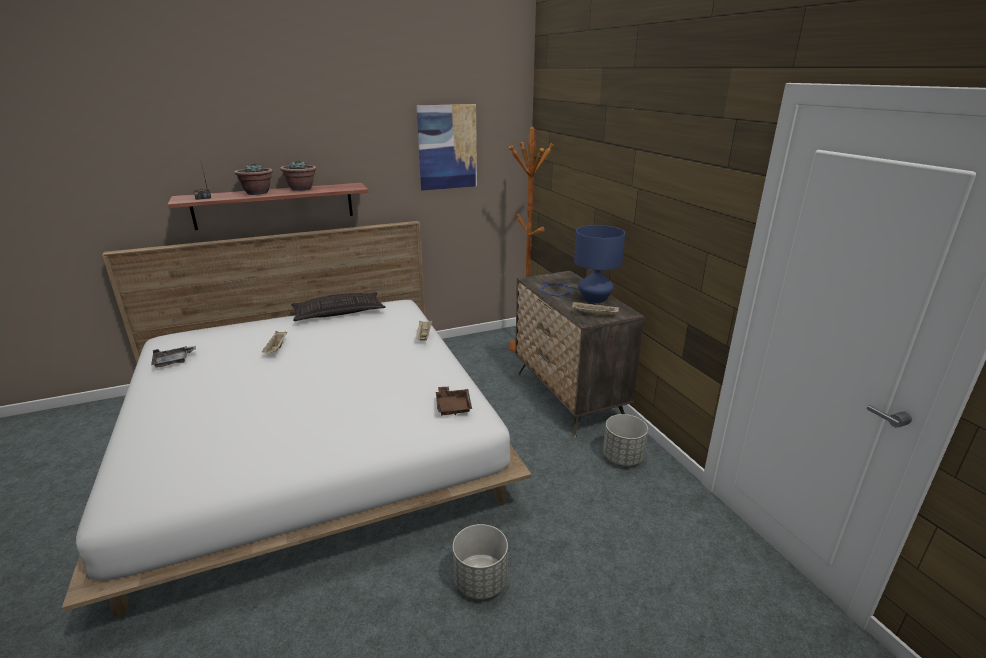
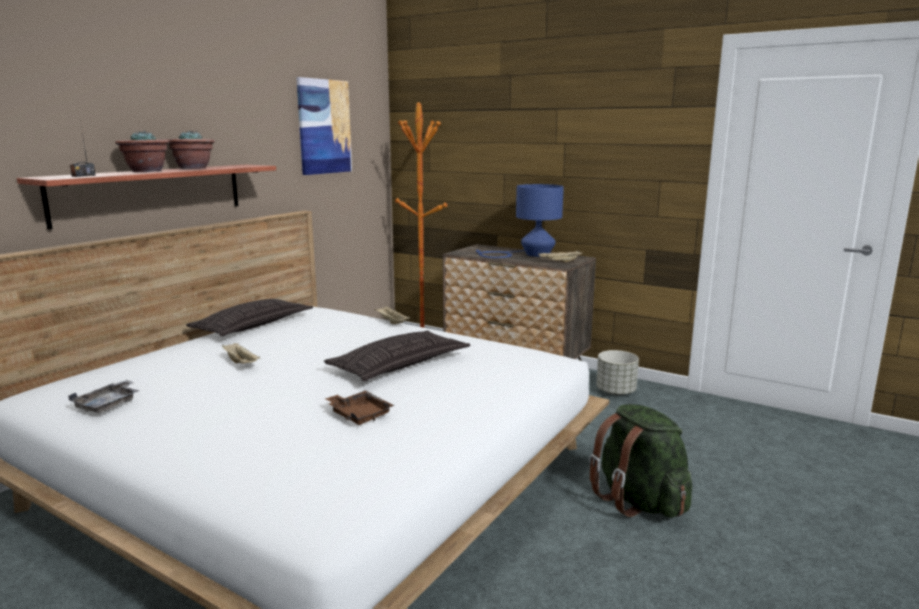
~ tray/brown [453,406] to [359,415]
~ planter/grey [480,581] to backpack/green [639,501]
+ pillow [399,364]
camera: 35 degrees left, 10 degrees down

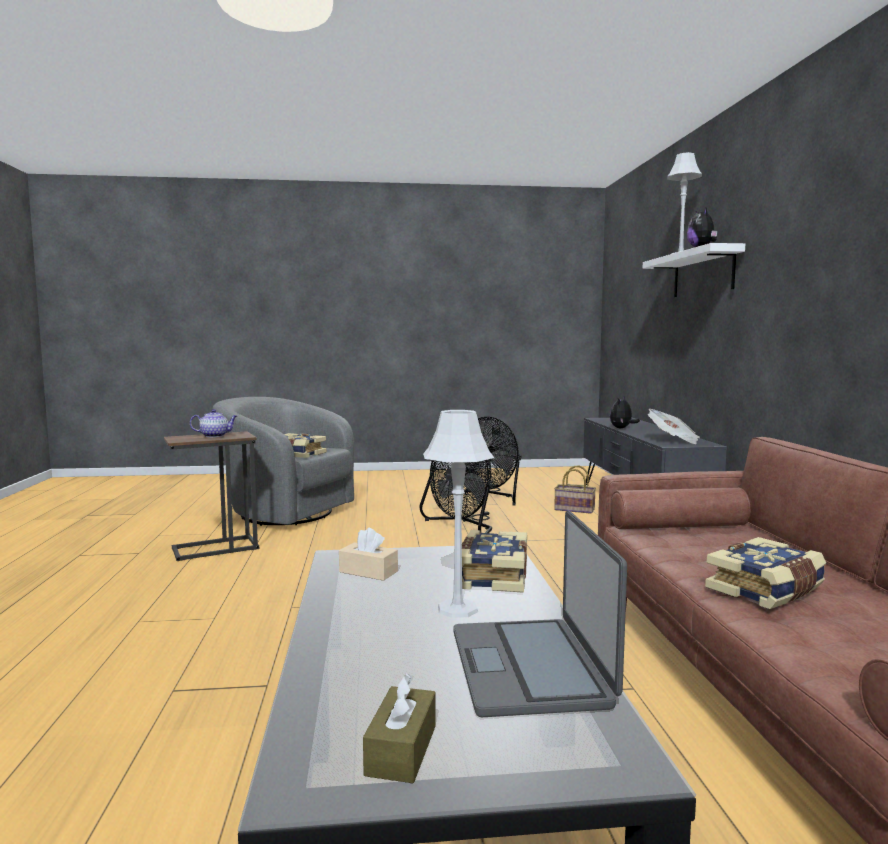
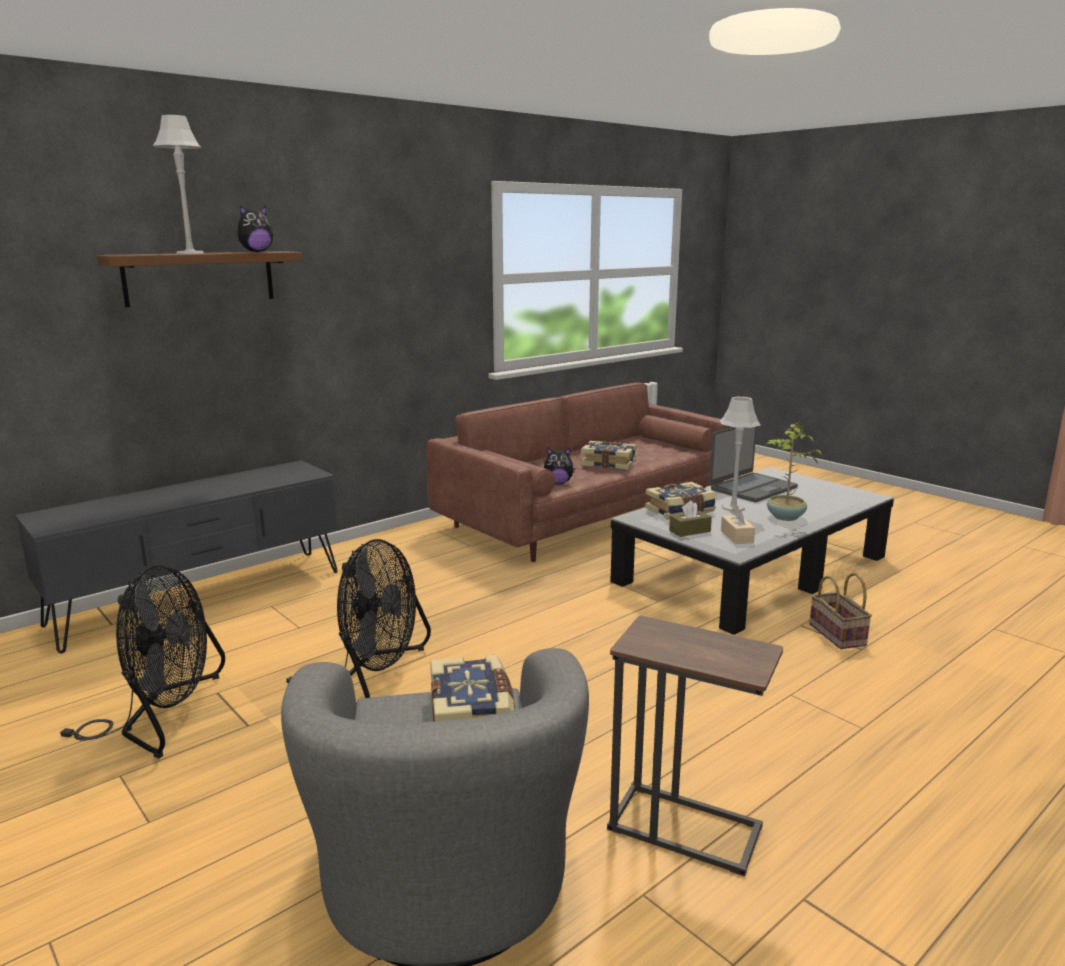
~ shelf/white [703,273] to shelf/brown [200,278]
~ plush toy [622,428] to [558,483]
- teapot [215,436]
- newspaper [673,440]
~ basket [573,509] to [839,635]
~ tissue box/brown [401,750] to [689,531]
+ potted plant [785,517]
camera: 125 degrees left, 10 degrees up

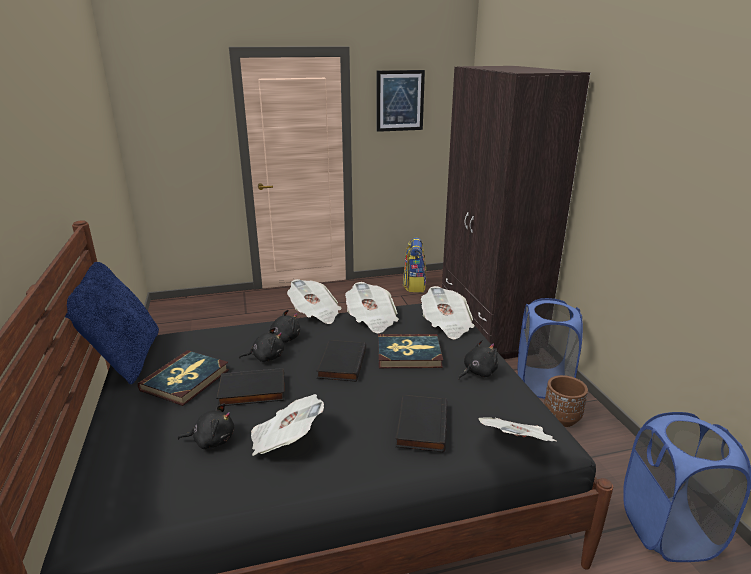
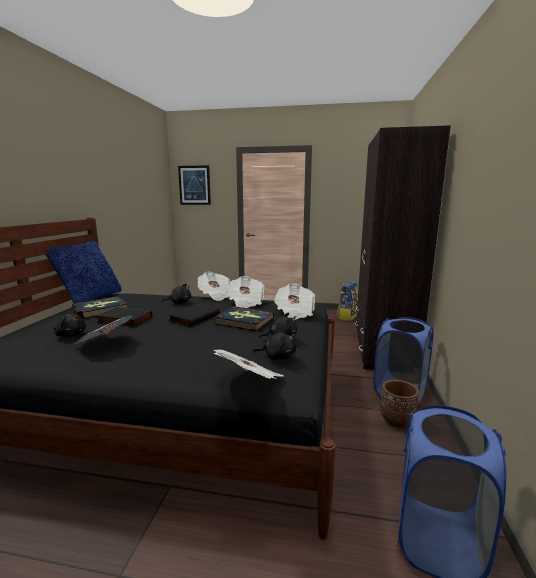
~ picture [399,100] to [194,185]
~ plush toy/black [266,357] to [277,357]
- book/black [420,425]
camera: 25 degrees right, 10 degrees down

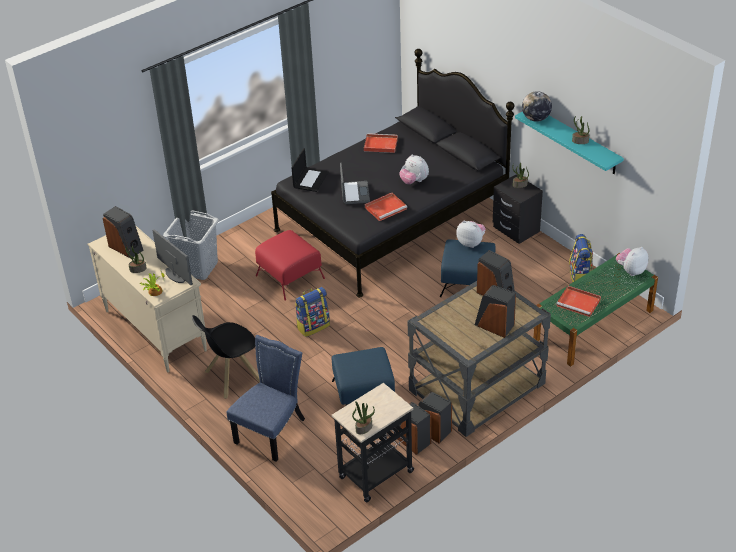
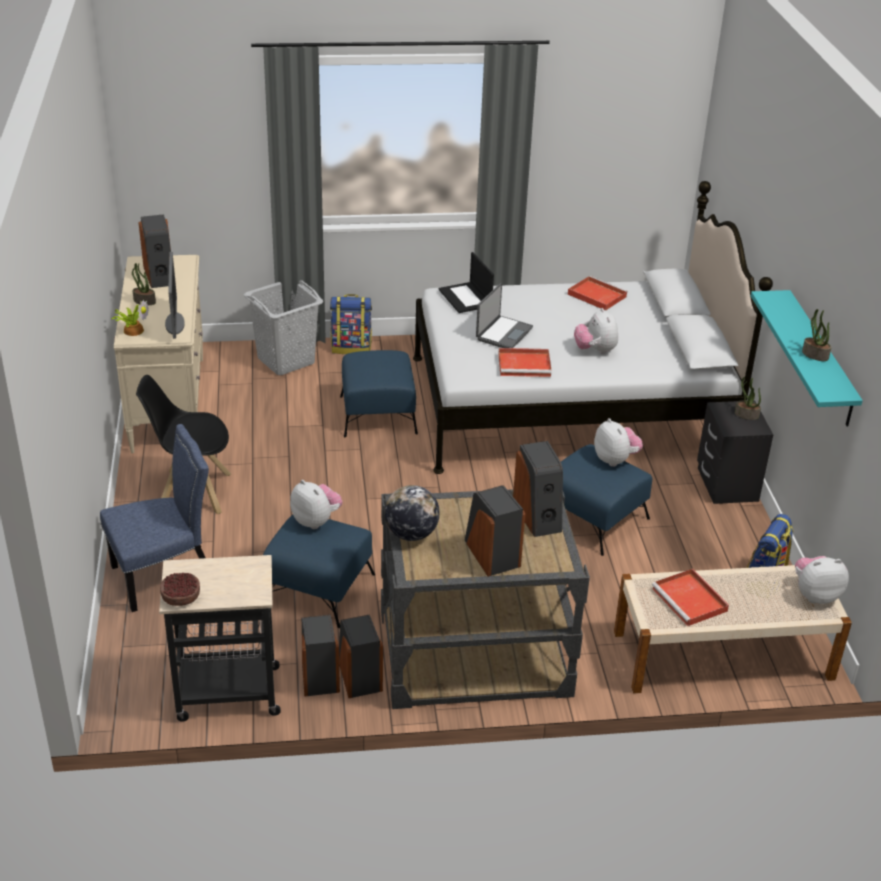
~ bed/black [392,221] to bed/white [568,407]
~ globe [536,119] to [411,534]
~ laptop [310,179] = [466,298] 105 degrees clockwise
~ ottoman/red [290,277] to ottoman/blue [377,415]
~ bench/green [594,325] to bench/beige [722,656]
~ backpack [313,326] to [351,347]
~ potted plant [364,428] to bowl [181,597]
+ plush toy [316,521]
camera: 30 degrees right, 5 degrees down

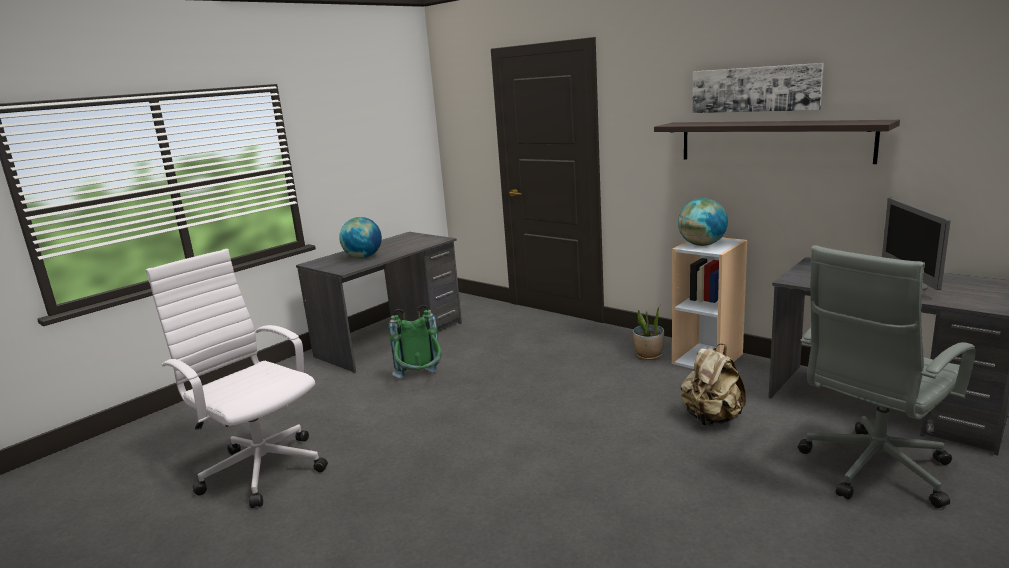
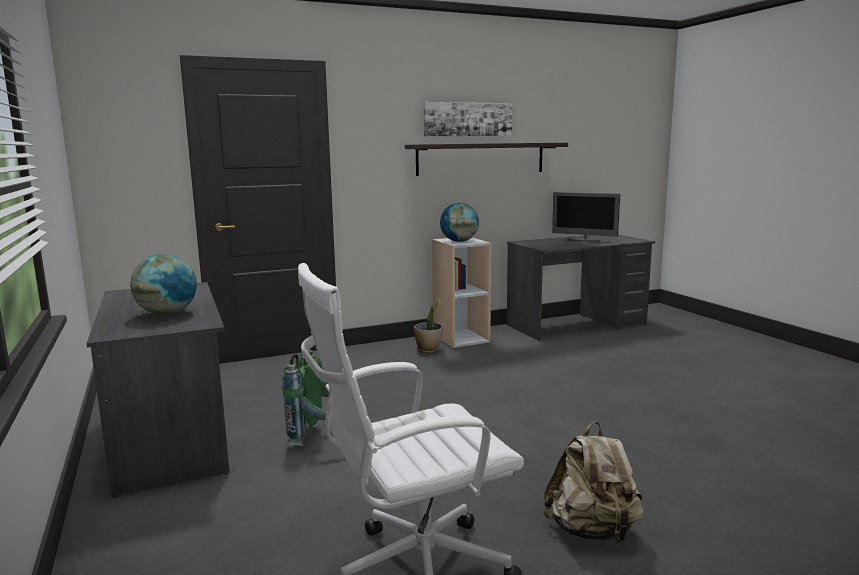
- office chair/grey [872,471]
~ backpack/beige [712,419] to [592,531]
camera: 65 degrees left, 5 degrees down

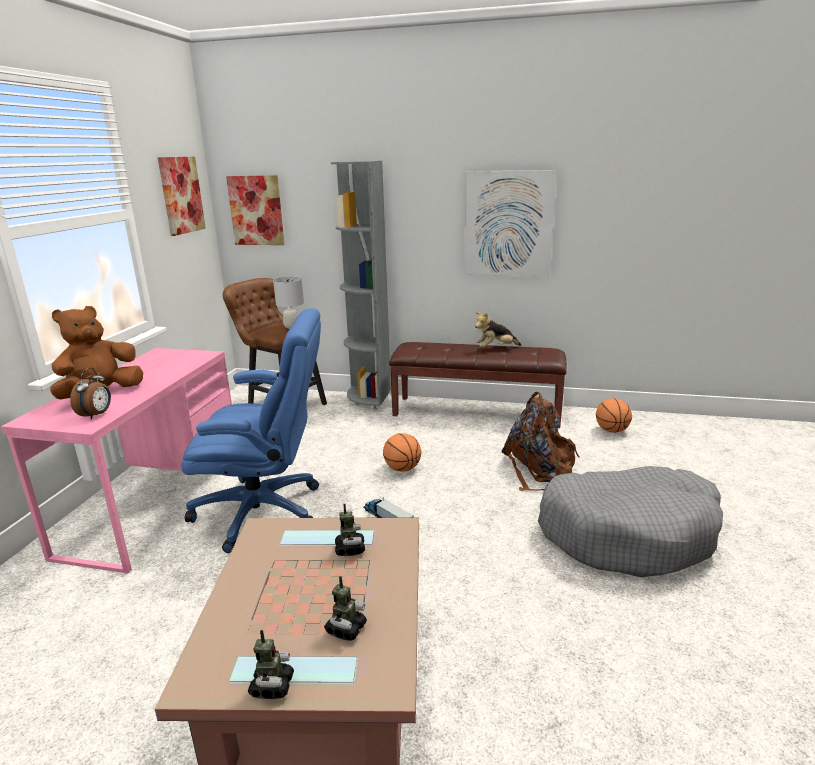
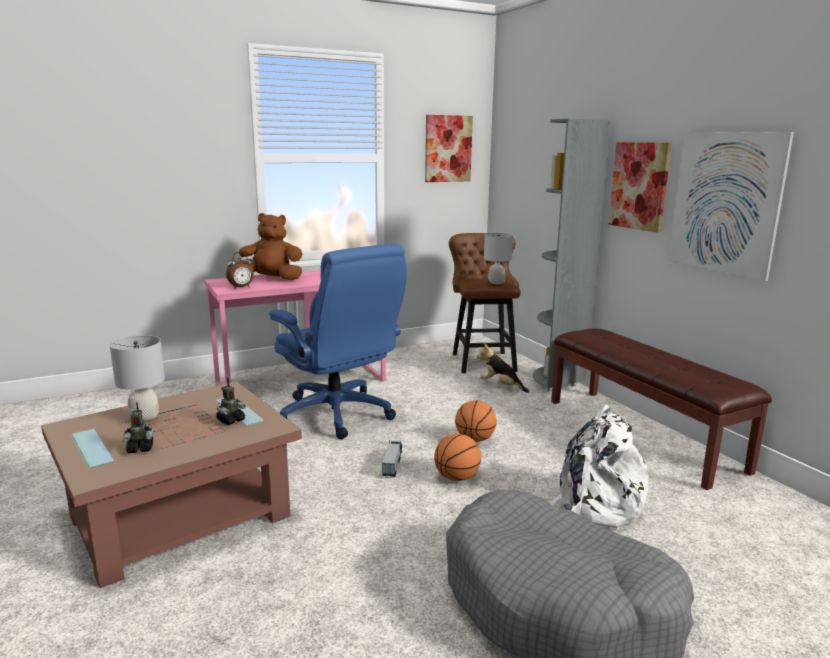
~ picture [256,210] to [639,186]
~ plush toy [496,348] to [501,386]
~ backpack/brown [538,469] to backpack/white [593,506]
~ basketball [611,430] to [457,478]
- toy robot [272,686]
+ table lamp/grey [144,418]
camera: 50 degrees right, 5 degrees down

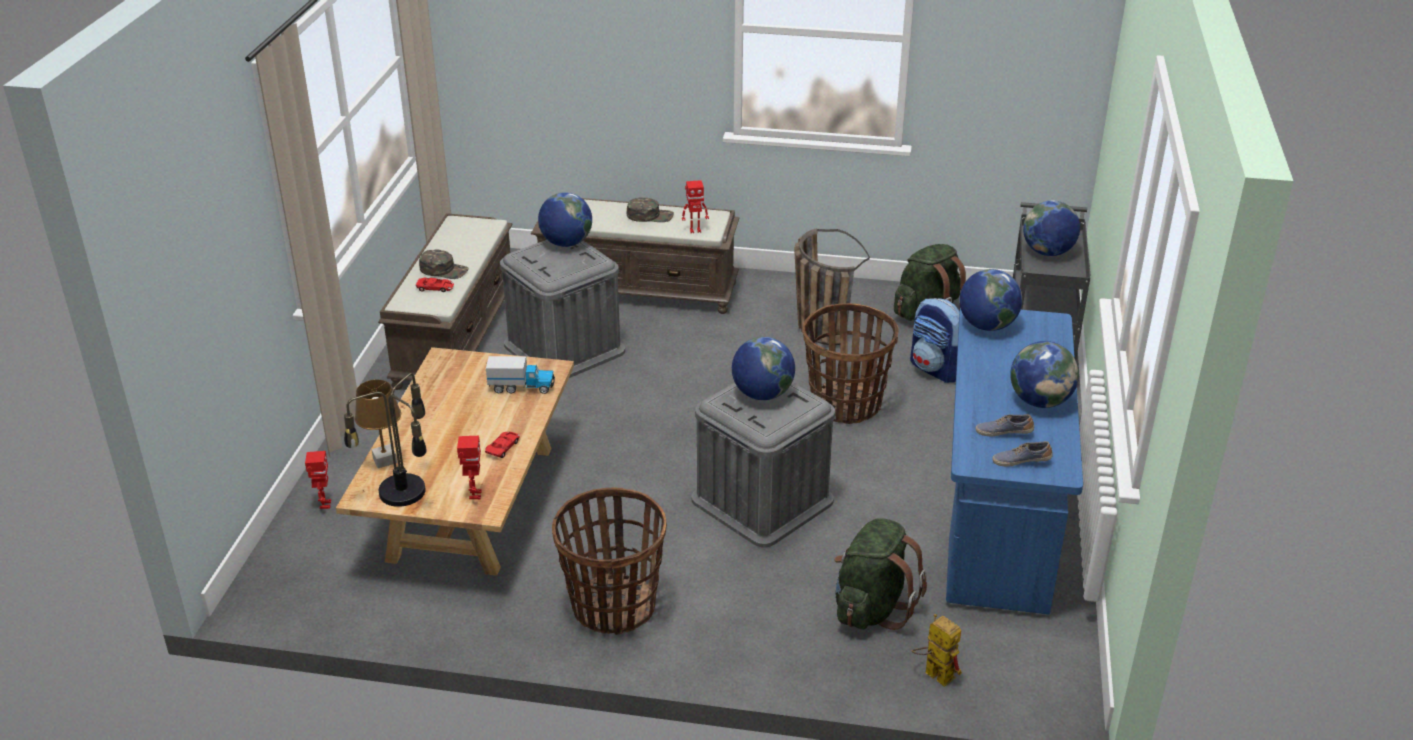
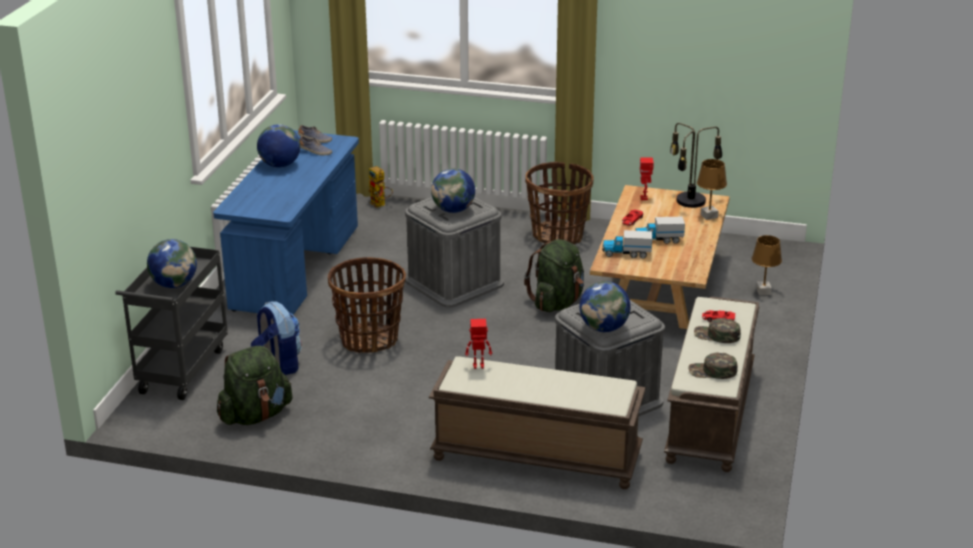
~ cap/green [650,215] to [712,371]
- basket [817,324]
- globe [987,325]
~ toy robot [324,504] to table lamp/brown [763,291]
~ backpack/green [871,608] to [557,303]
+ toy truck [658,240]
camera: 175 degrees left, 5 degrees down

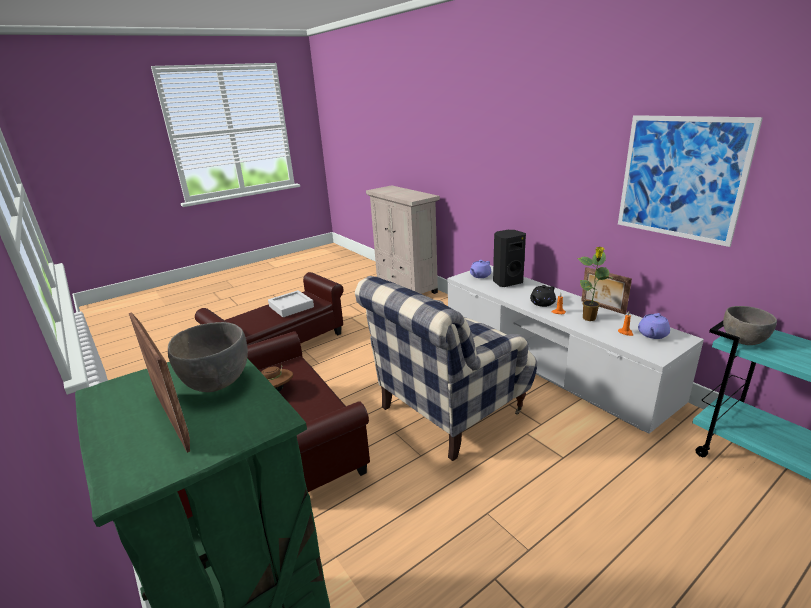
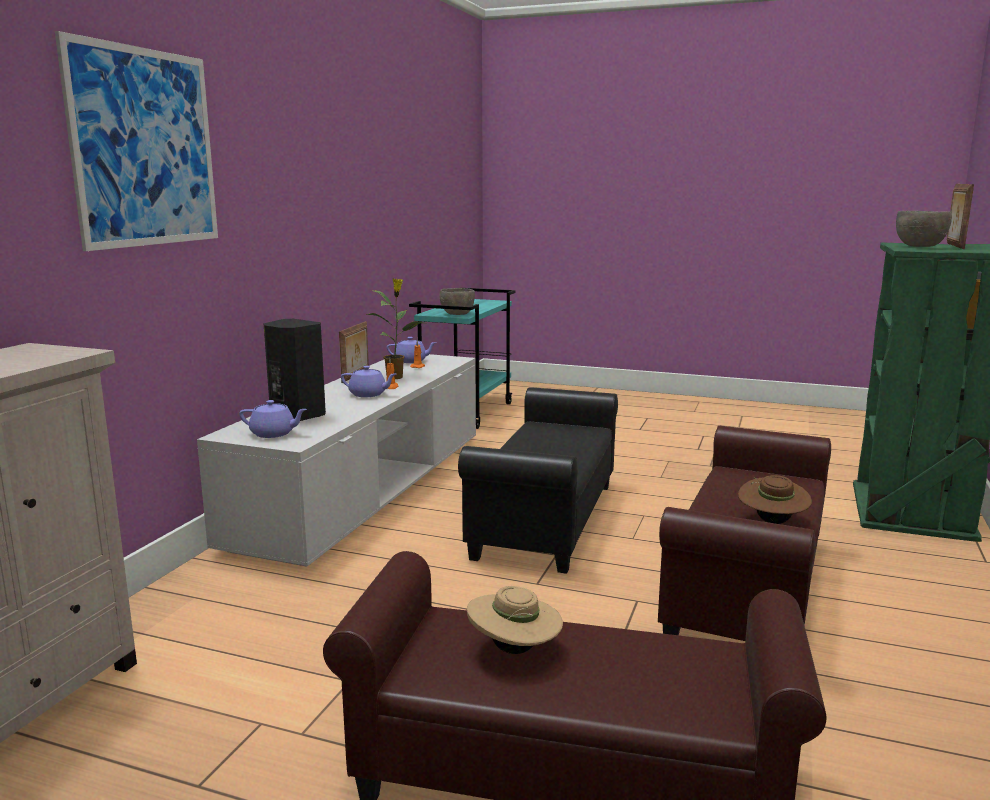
~ picture [680,178] to [145,148]
~ armchair [449,410] to ottoman/black [546,520]
~ teapot/black [542,303] to teapot/purple [368,394]
~ tray/grey [291,307] to hat/beige [514,650]
camera: 125 degrees left, 10 degrees down

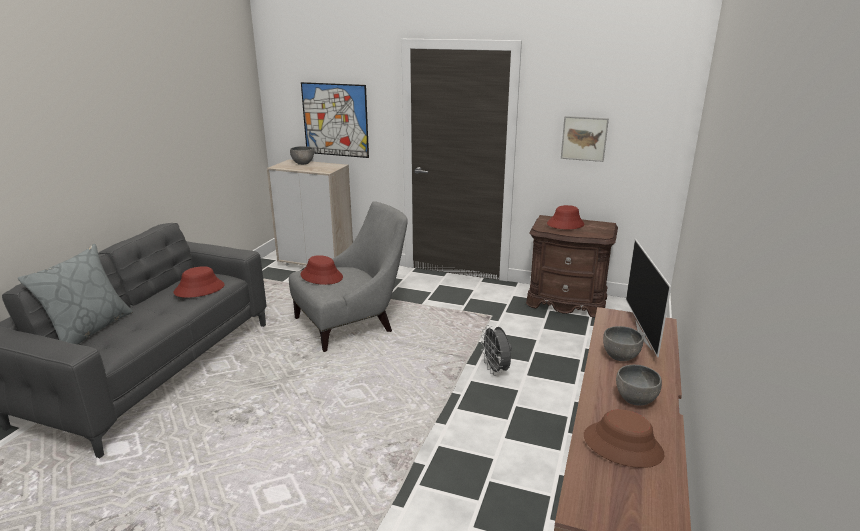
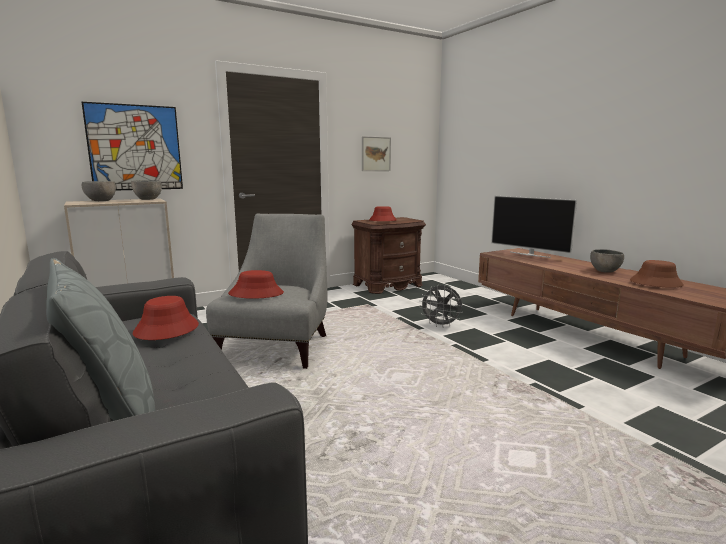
~ bowl/grey [620,357] to [148,199]
camera: 50 degrees left, 10 degrees down

